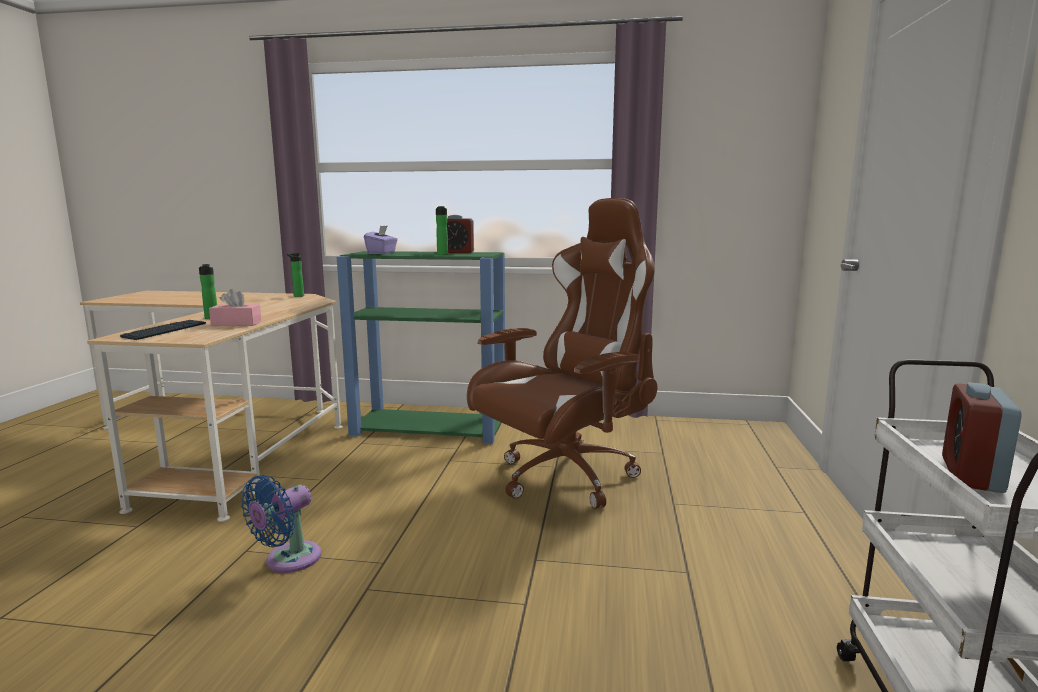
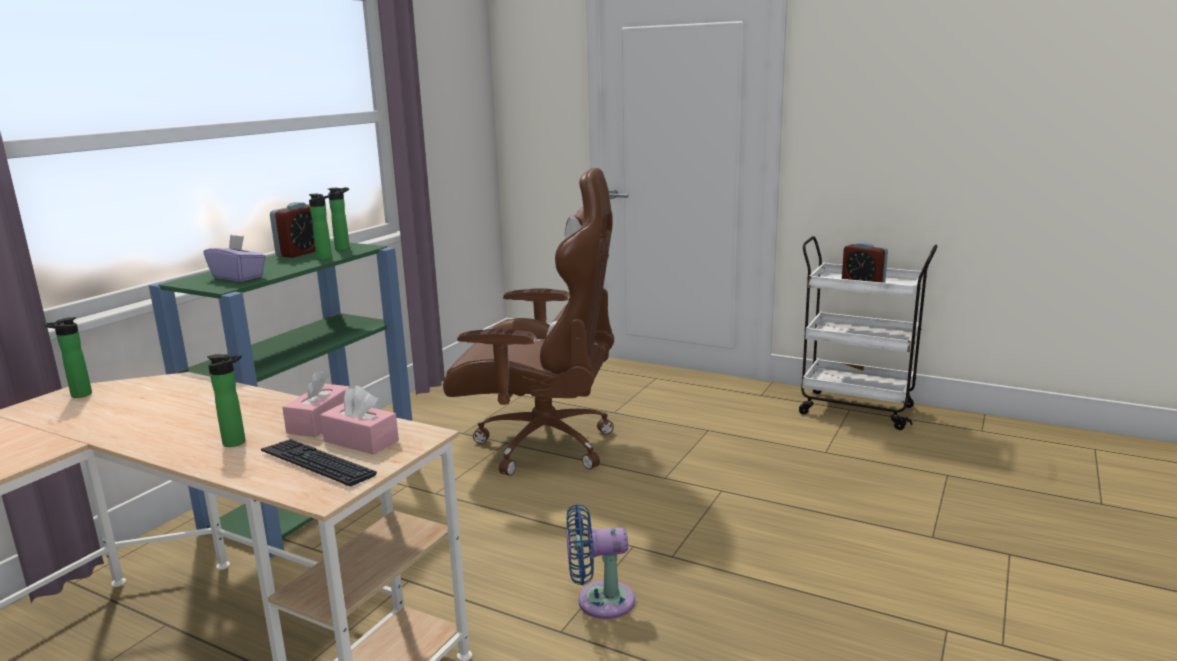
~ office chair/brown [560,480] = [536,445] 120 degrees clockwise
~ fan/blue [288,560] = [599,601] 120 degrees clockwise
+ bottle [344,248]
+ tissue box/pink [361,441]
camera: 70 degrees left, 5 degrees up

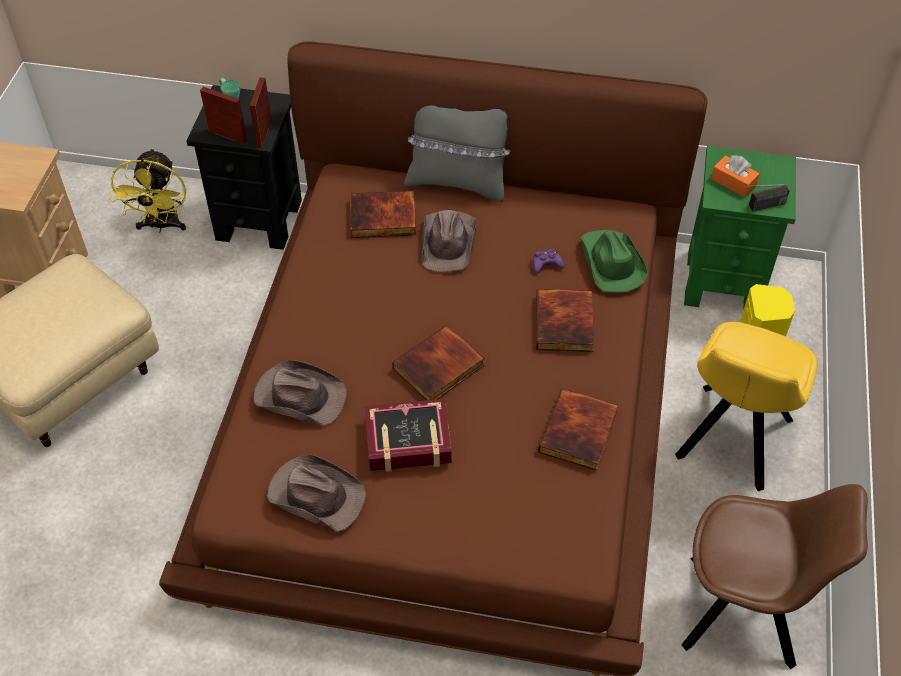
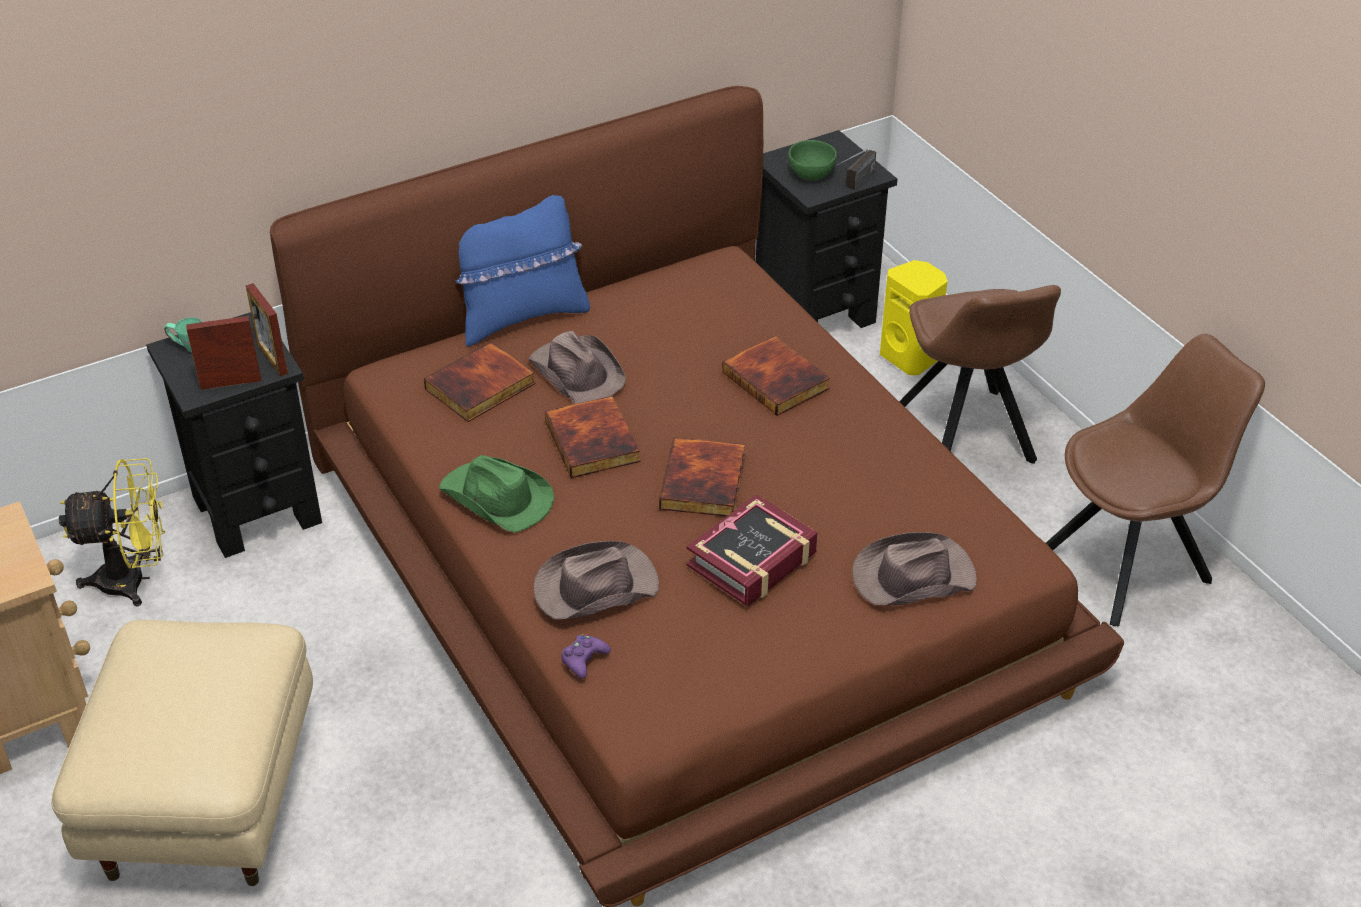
~ pillow/grey [457,182] to pillow/blue [521,317]
~ nightstand/green [723,284] to nightstand/black [816,313]
~ fan/yellow [161,225] = [135,580] 60 degrees counterclockwise
~ tissue box/orange [733,182] to bowl/green [810,175]
~ hat/green [611,263] to [497,499]
~ game controller/purple [546,264] to [584,659]
~ chair/yellow [733,438] to chair/brown [966,434]
~ book [579,433] to [594,441]
~ hat/brown [316,494] to [912,576]
camera: 40 degrees left, 10 degrees down

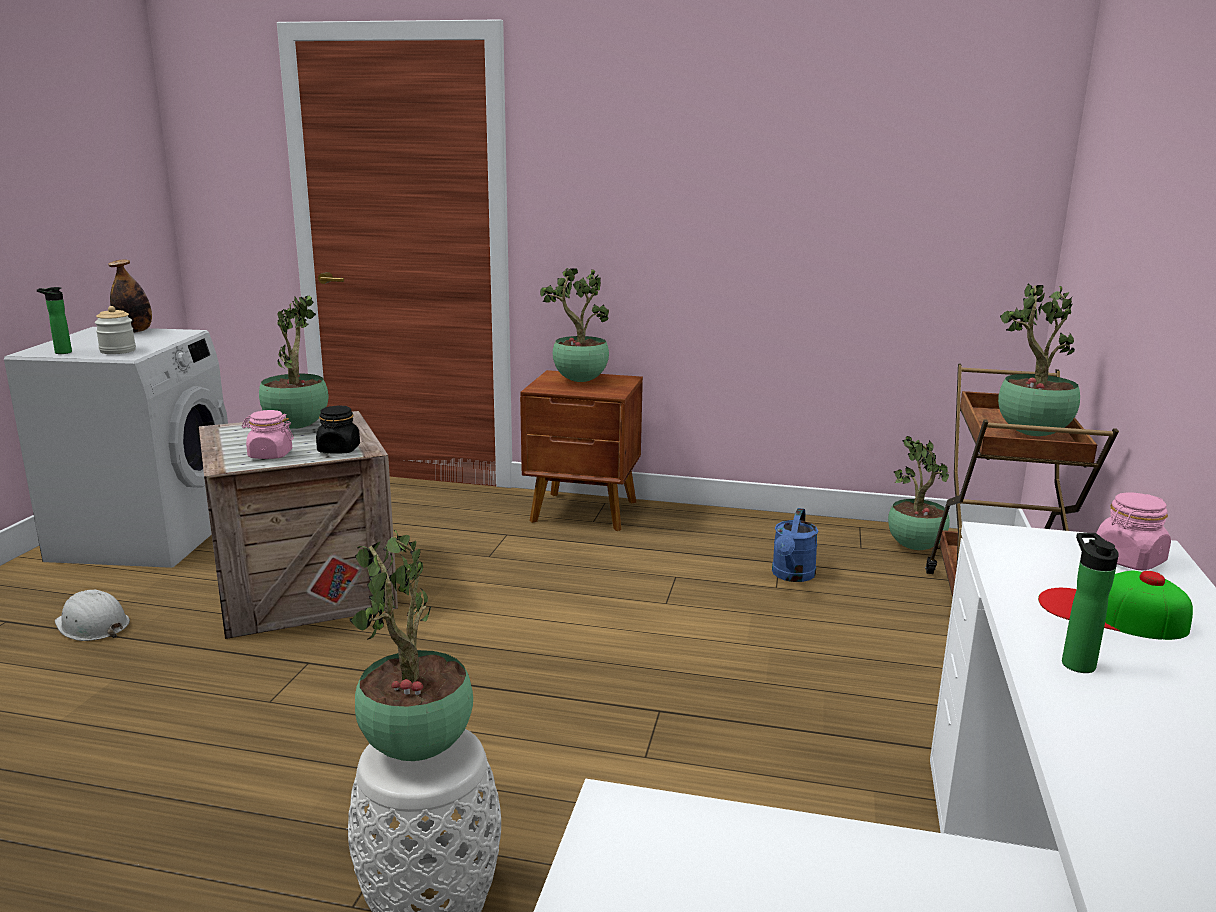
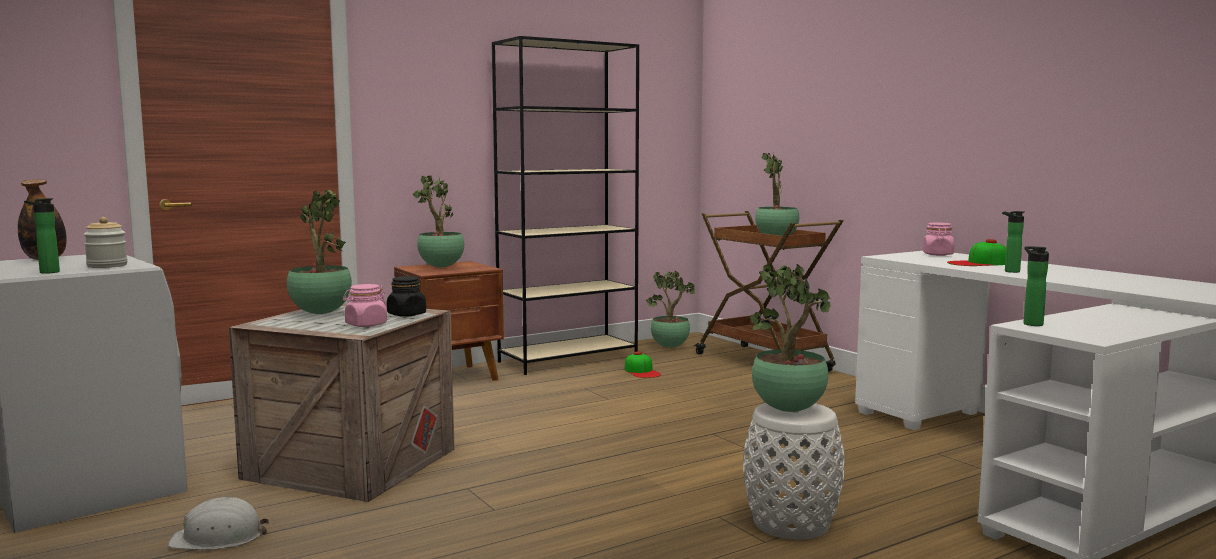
~ watering can/blue [792,576] to cap [642,371]
+ bookcase/beige [568,359]
+ bottle [1031,324]
camera: 45 degrees left, 10 degrees down

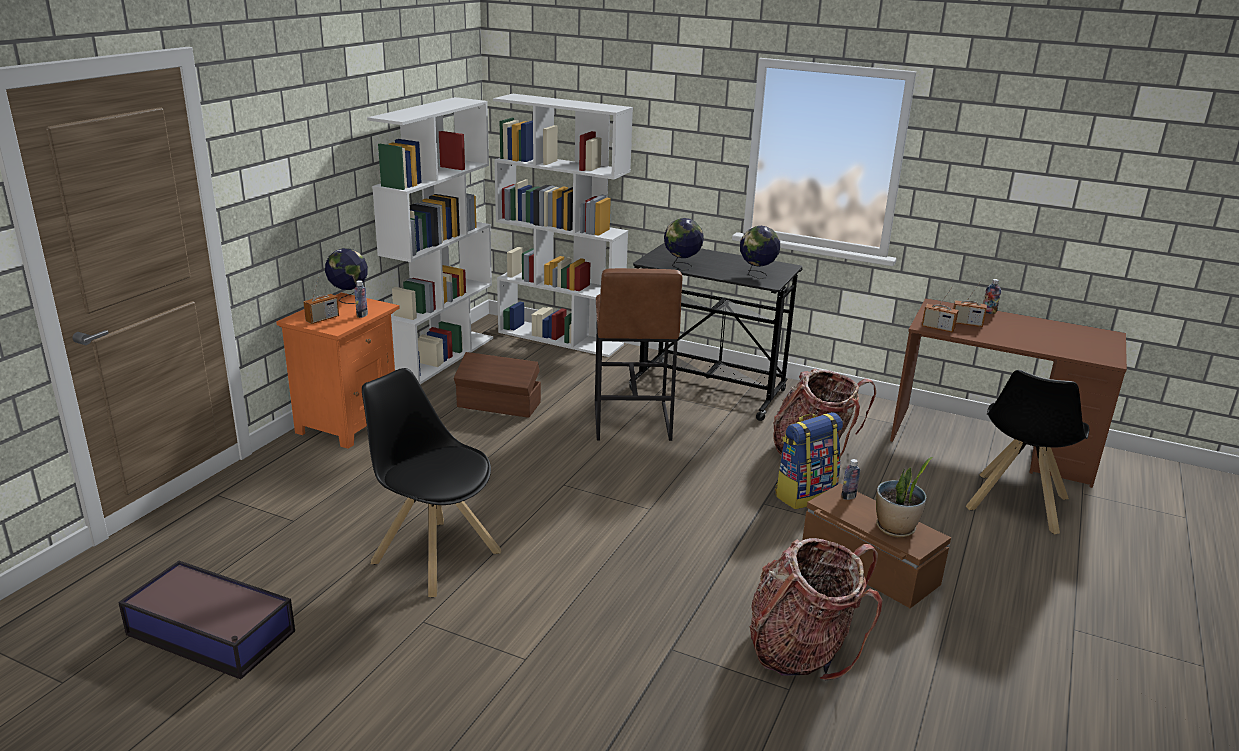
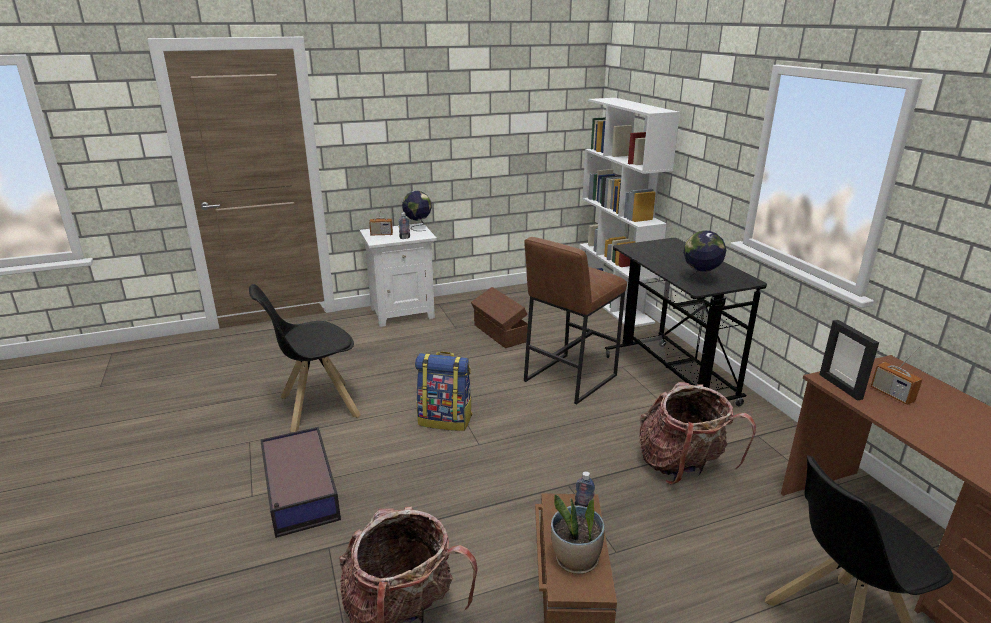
- bookcase/white [442,356]
- globe [681,267]
- bottle [989,312]
~ radio [937,328] to picture frame [841,386]
~ nightstand/orange [350,424] to nightstand/white [403,313]
~ chair/black [434,555] = [316,407] 105 degrees counterclockwise
~ backpack [804,494] to [445,420]
~ storage box [212,634] to [300,491]
camera: 45 degrees right, 0 degrees up

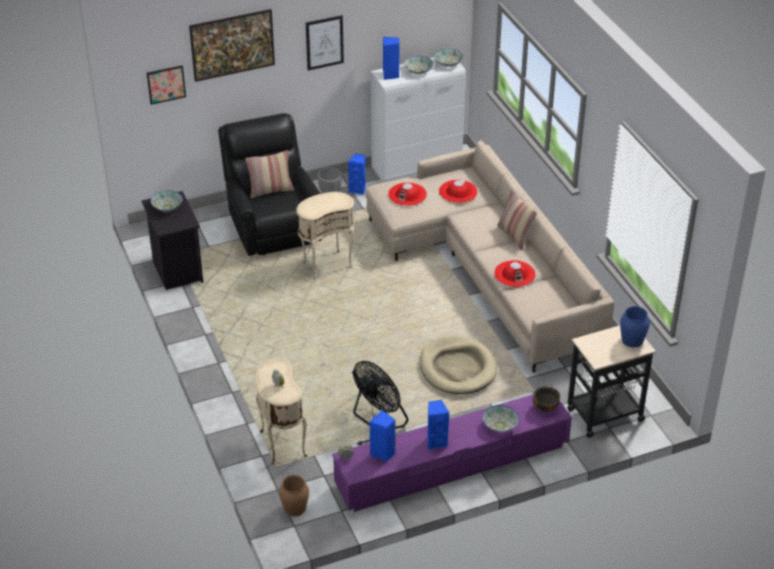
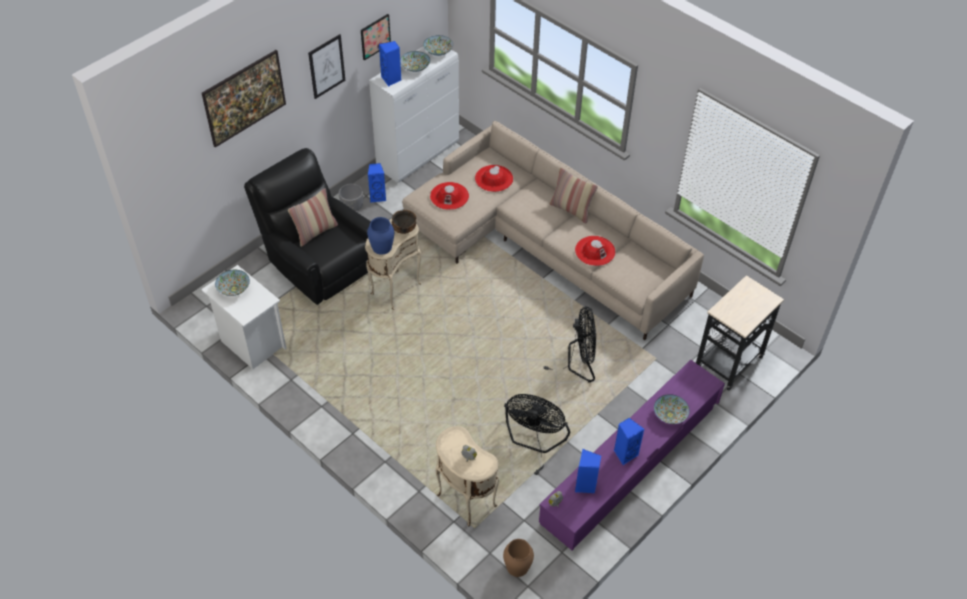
~ picture [166,84] to [375,36]
~ nightstand/black [176,270] to nightstand/white [251,343]
~ vase/blue [632,340] to [382,247]
~ dog bed/beige [457,368] to fan/black [577,359]
~ bowl [545,408] to [404,229]
camera: 25 degrees left, 10 degrees up

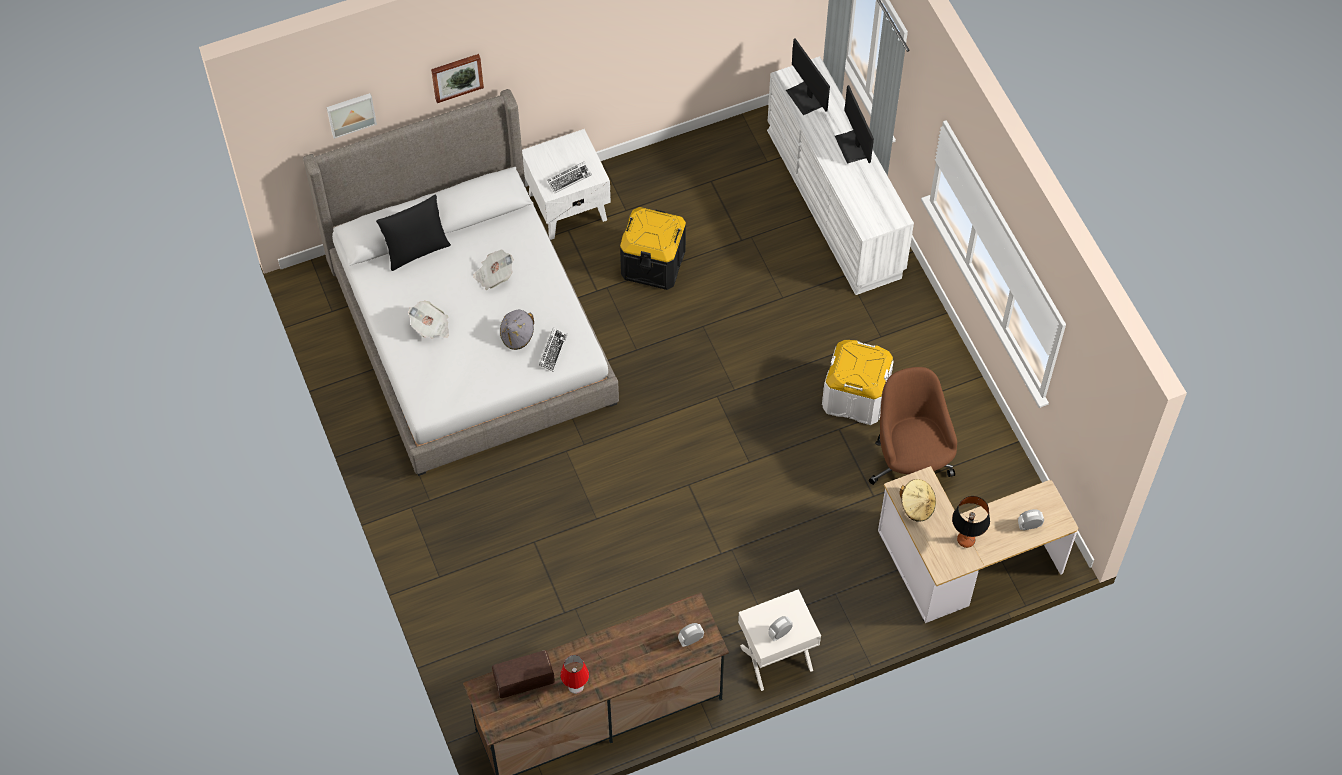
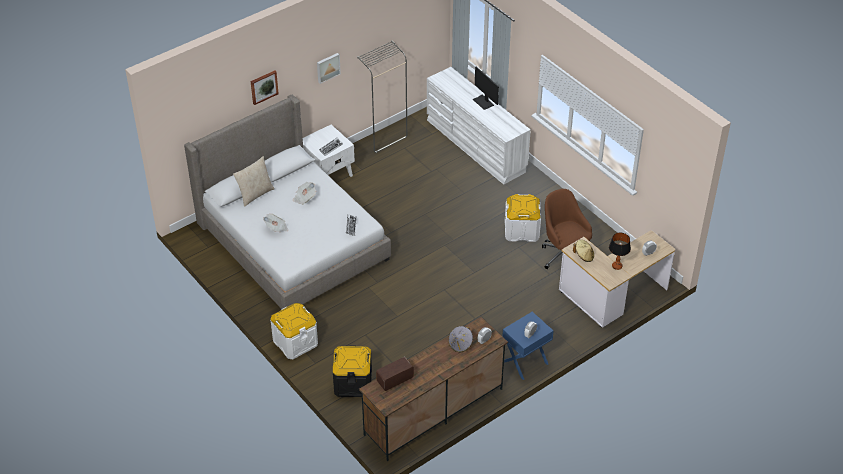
- monitor [804,98]
~ picture [350,113] to [328,67]
~ pillow/black [416,249] to pillow/beige [255,194]
~ storage box/black [653,263] to [353,383]
~ hat/grey [517,336] to [460,344]
~ nightstand/white [776,658] to nightstand/blue [525,362]
- table lamp/red [575,686]
+ clothes rack/grey [384,139]
+ storage box/white [295,342]
camera: 15 degrees left, 15 degrees down

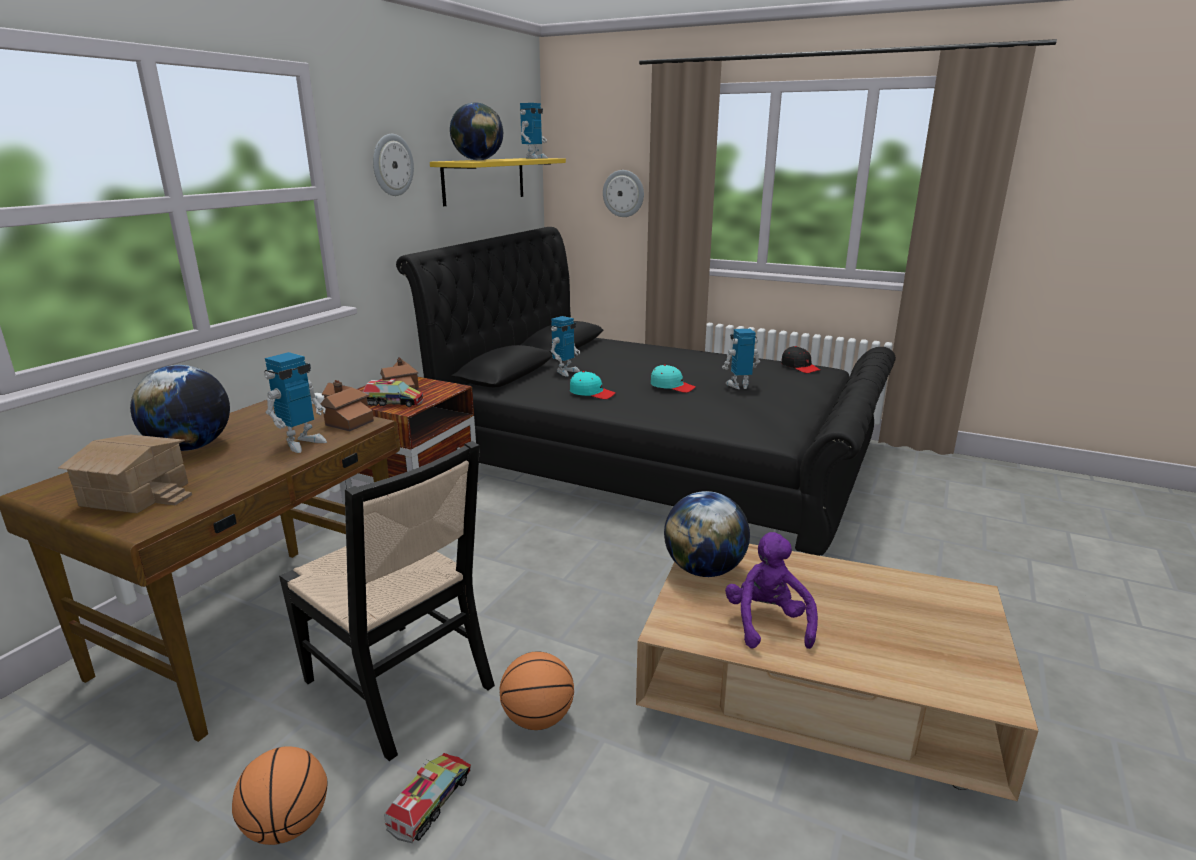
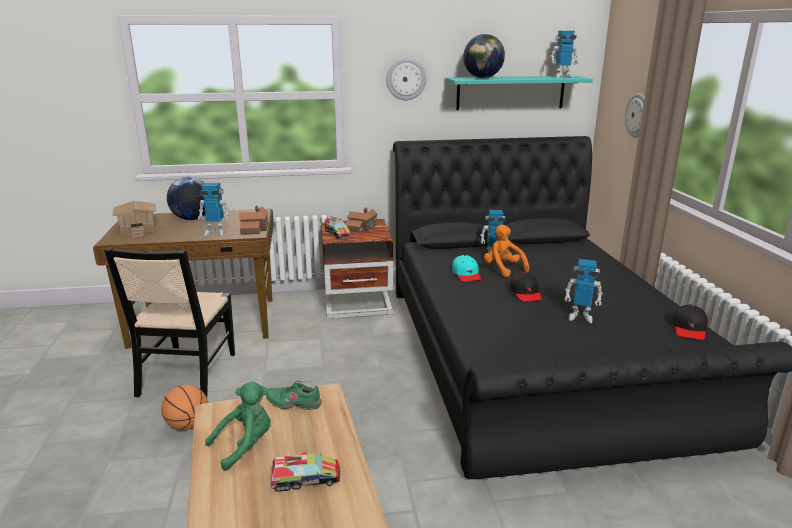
~ shelf/yellow [484,180] to shelf/turquoise [510,93]
~ toy robot [739,386] = [580,316] 150 degrees clockwise
~ cap/turquoise [672,386] to cap/black [525,293]
~ globe [704,569] to shoe/green [294,403]
~ plush toy/purple [767,623] to plush toy/green [245,445]
- basketball [287,825]
~ toy truck [430,802] to [306,479]
+ plush toy/orange [503,269]
camera: 55 degrees right, 0 degrees up

